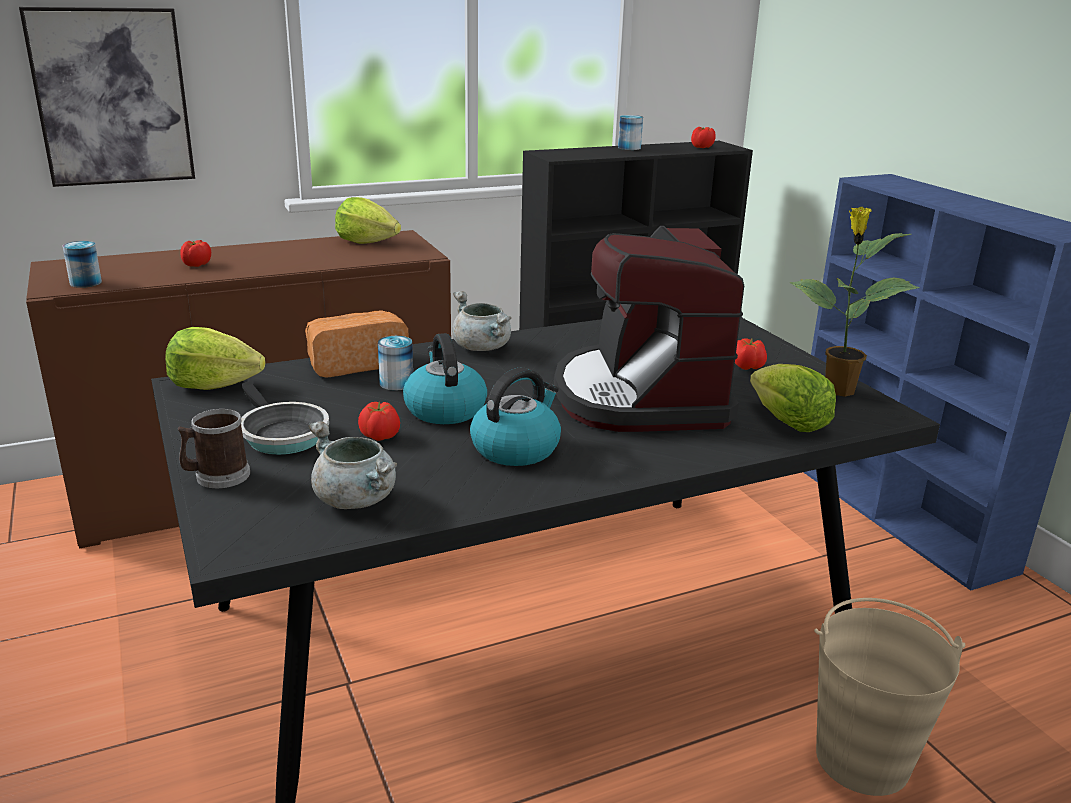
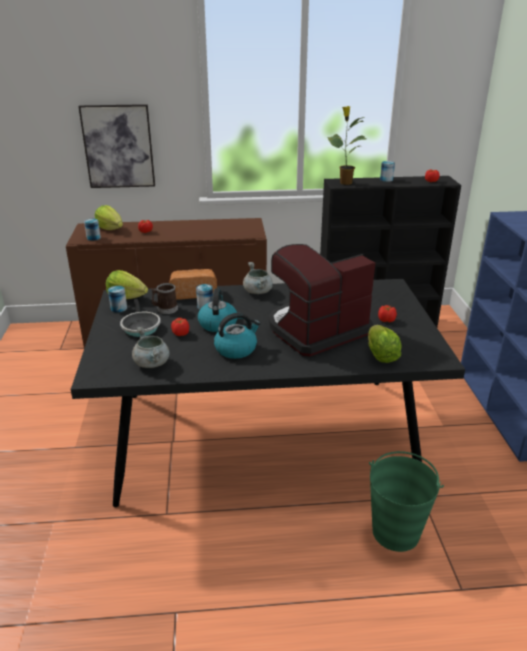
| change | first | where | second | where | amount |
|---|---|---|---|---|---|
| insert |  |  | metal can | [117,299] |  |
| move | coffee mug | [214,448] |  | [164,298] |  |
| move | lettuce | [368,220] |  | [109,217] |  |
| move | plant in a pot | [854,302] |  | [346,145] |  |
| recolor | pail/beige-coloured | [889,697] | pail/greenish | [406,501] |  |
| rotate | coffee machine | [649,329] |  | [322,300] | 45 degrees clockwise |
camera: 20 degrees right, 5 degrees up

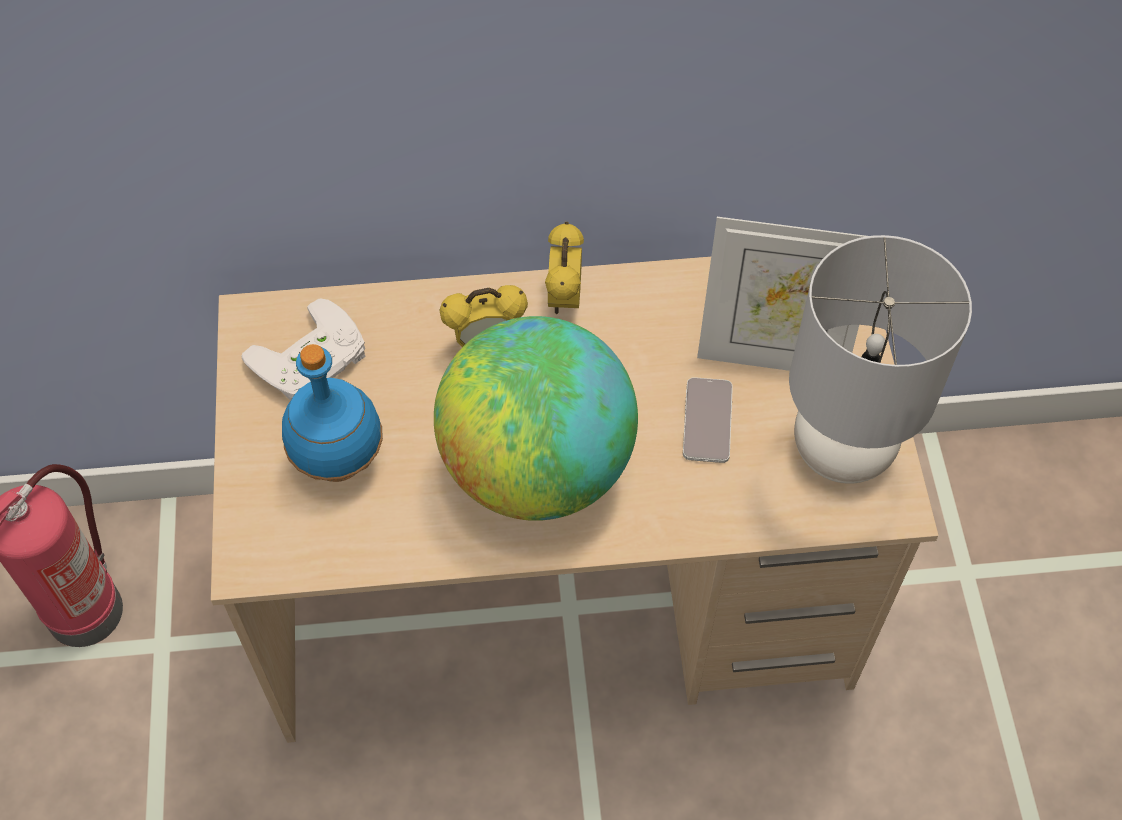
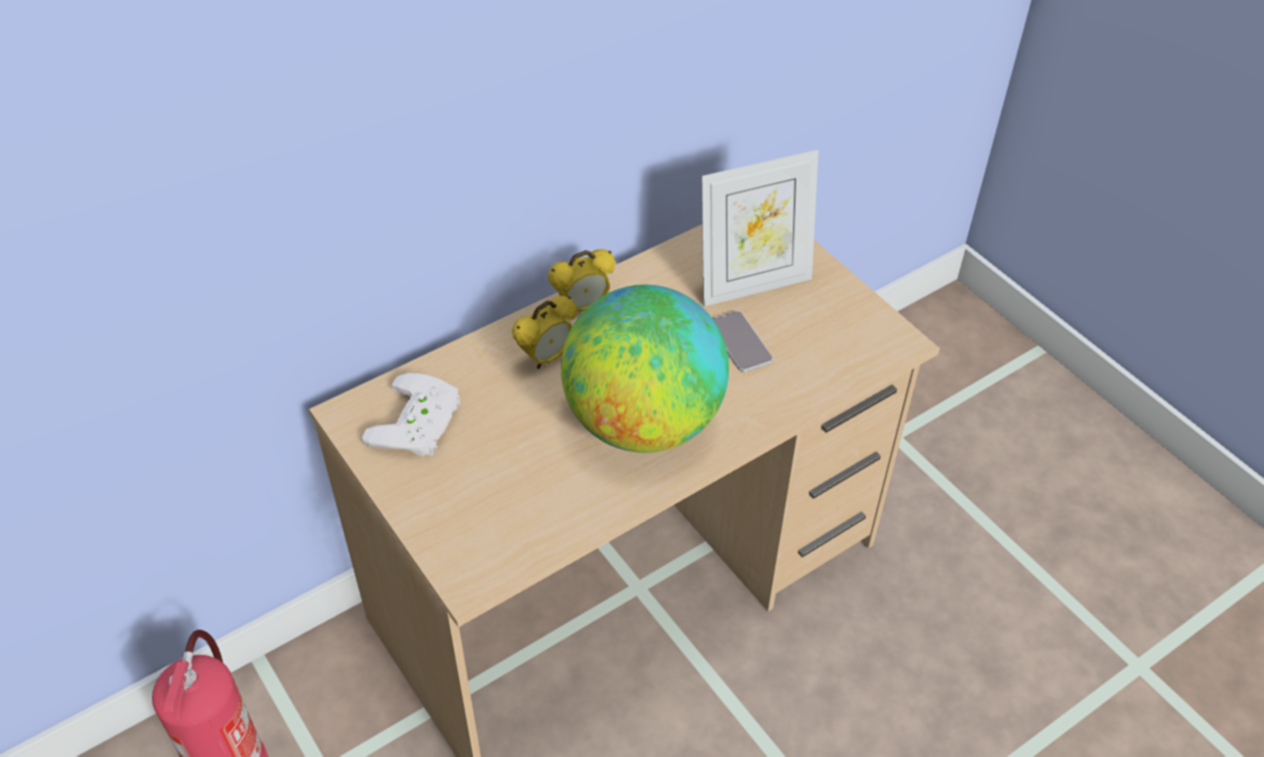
| change | first | where | second | where | amount |
|---|---|---|---|---|---|
| delete | bottle/bluish | [332,413] |  |  |  |
| delete | table lamp/greyish | [880,359] |  |  |  |
| rotate | table clock | [564,268] |  | [581,280] | 90 degrees counterclockwise |
camera: 30 degrees left, 10 degrees down

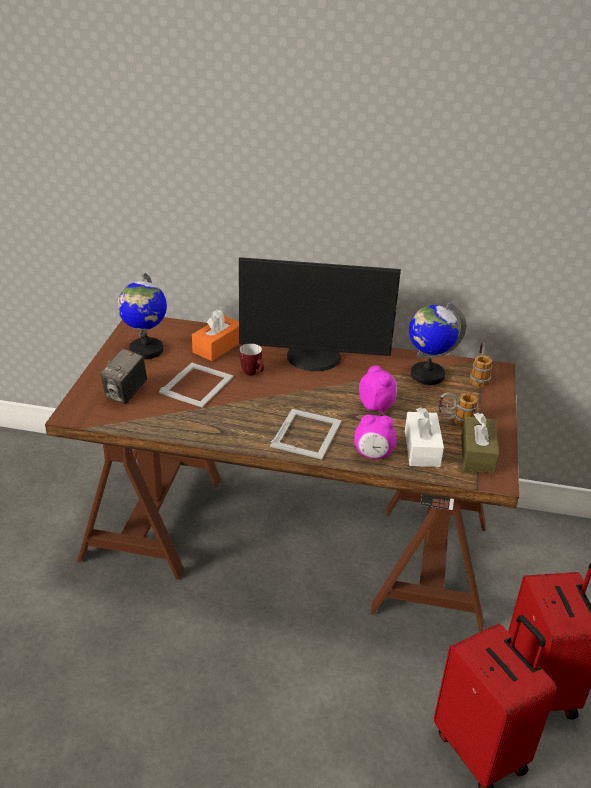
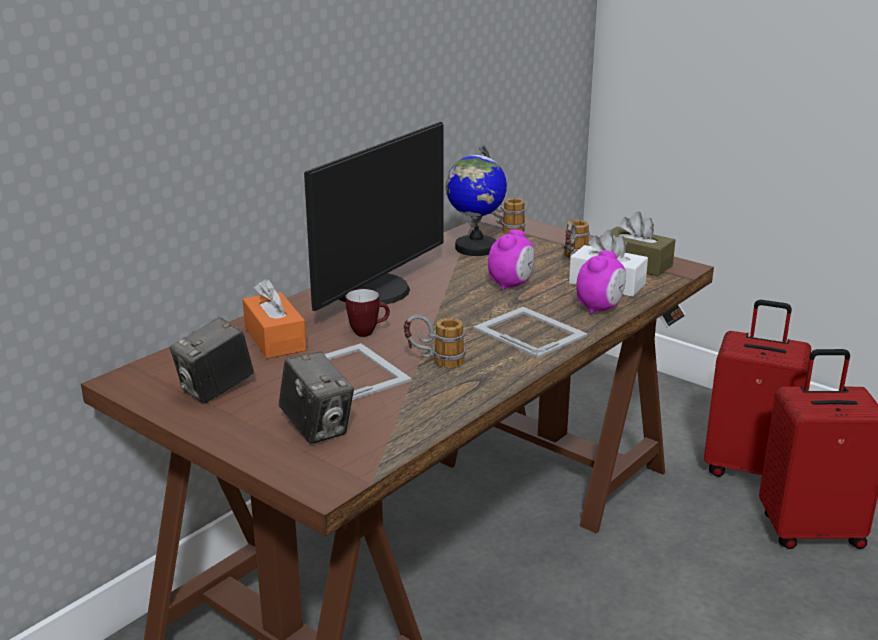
| change | first | where | second | where | amount |
|---|---|---|---|---|---|
| insert |  |  | coffee mug | [434,341] |  |
| replace | globe | [142,316] | still camera | [212,360] |  |
| rotate | table clock | [378,390] |  | [511,259] | 120 degrees clockwise |
camera: 60 degrees left, 10 degrees down

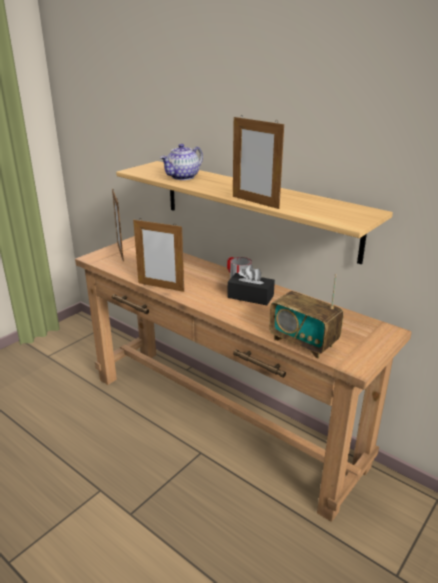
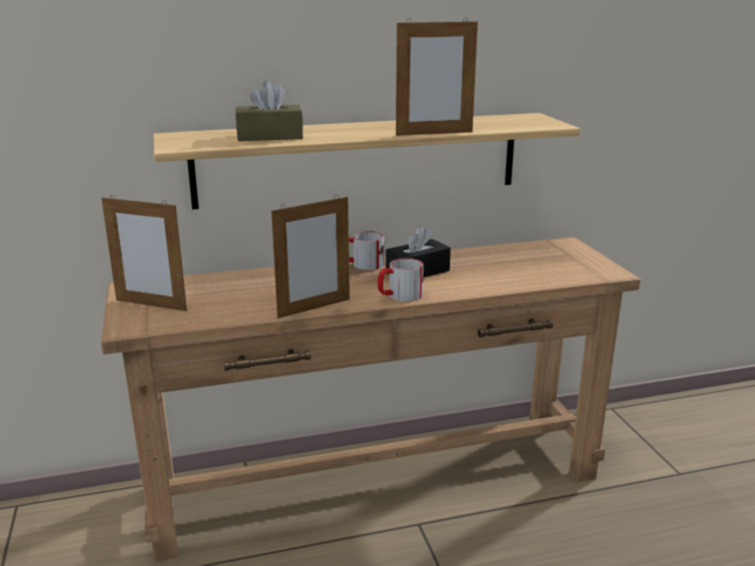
| change | first | where | second | where | amount |
|---|---|---|---|---|---|
| delete | radio set | [306,316] |  |  |  |
| insert |  |  | coffee mug | [401,280] |  |
| replace | tea pot | [181,162] | tissue box/brown | [269,111] |  |
camera: 55 degrees left, 5 degrees down

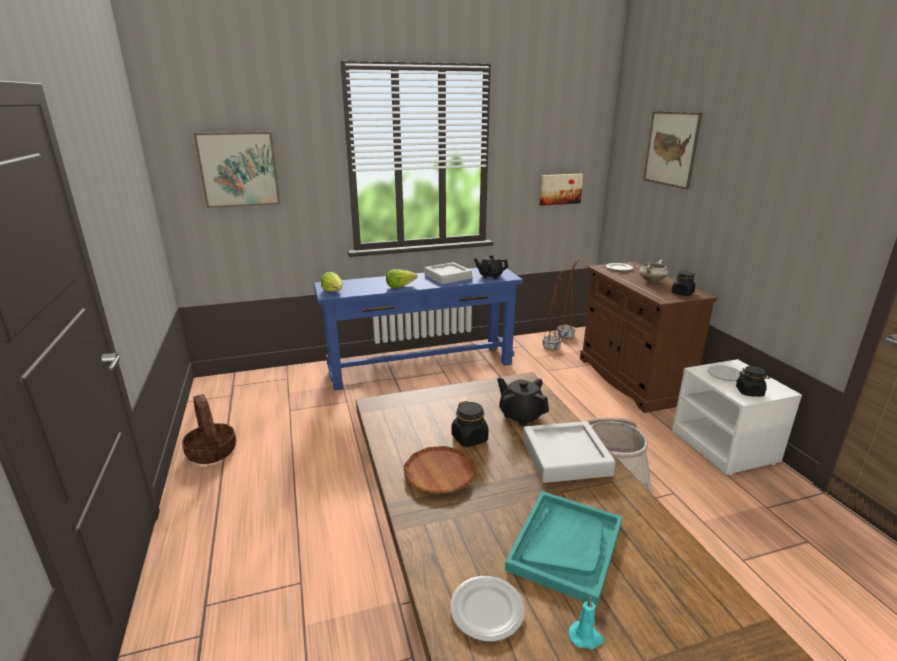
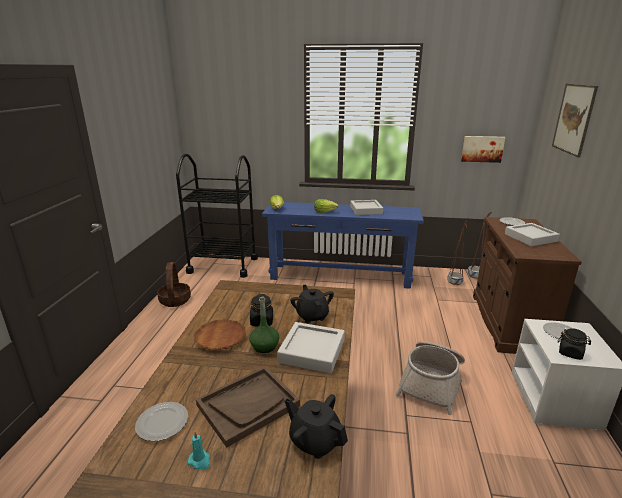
| change | first | where | second | where | amount |
|---|---|---|---|---|---|
| delete | wall art | [237,170] |  |  |  |
| delete | jar/black | [683,283] |  |  |  |
| insert |  |  | trolley/black | [217,216] |  |
| insert |  |  | bottle/greenish | [264,325] |  |
| move | tea pot/black | [491,267] |  | [316,426] |  |
| replace | saucepot/whitish | [653,271] | tray/greyish | [532,234] |  |
| recolor | tray/blue-green | [563,549] | tray/brown | [248,407] |  |
camera: 25 degrees right, 0 degrees up

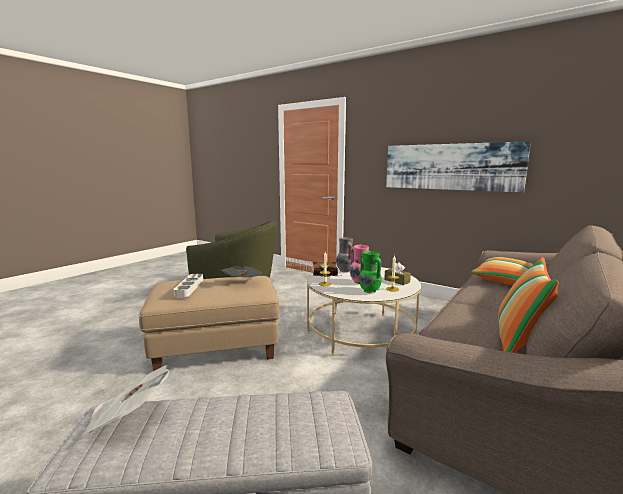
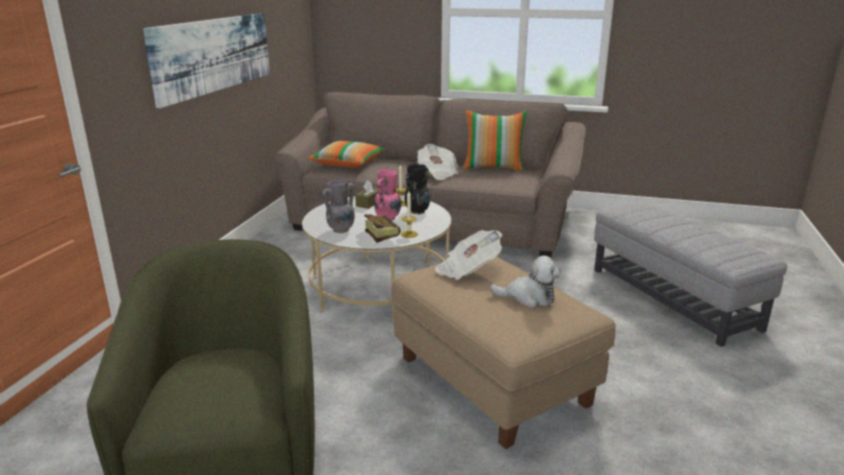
| change | first | where | second | where | amount |
|---|---|---|---|---|---|
| move | daily paper | [126,400] |  | [437,162] |  |
| replace | tray/greyish | [188,285] | plush toy | [525,282] |  |
| recolor | vase/greenish | [370,272] | vase/black | [417,189] |  |
camera: 110 degrees left, 10 degrees up

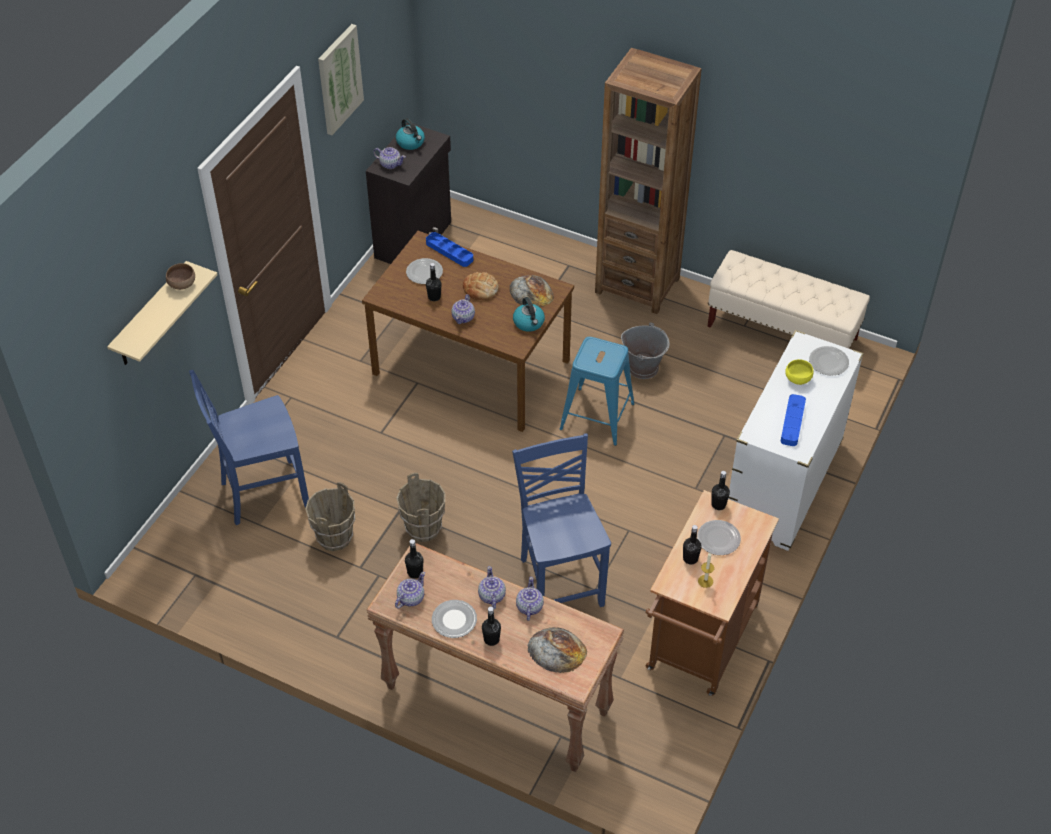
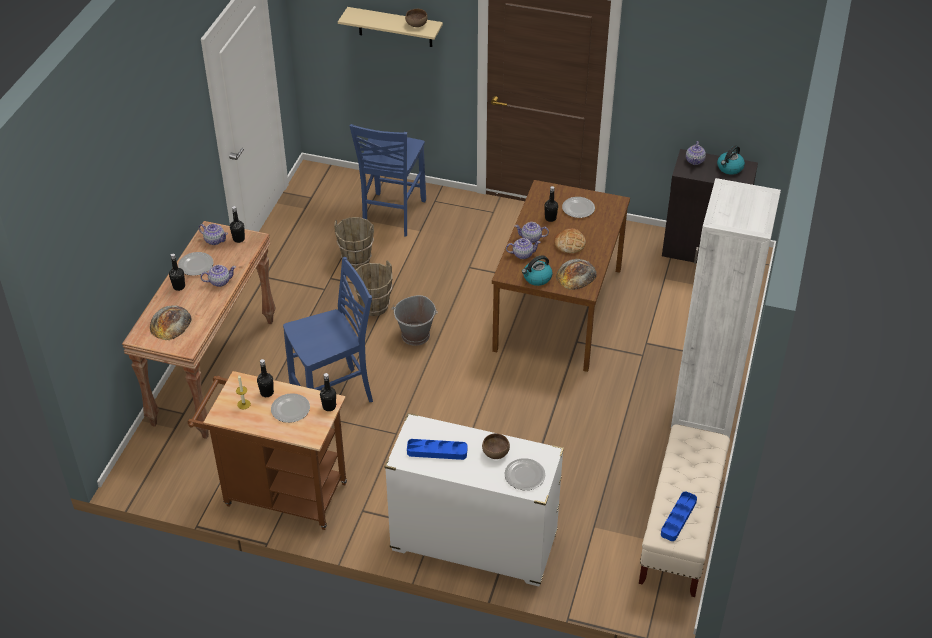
| change | first | where | second | where | amount |
|---|---|---|---|---|---|
| delete | wall art | [341,79] |  |  |  |
| delete | sitting stool/bluish | [597,391] |  |  |  |
| move | tray/bluish | [449,249] |  | [679,516] |  |
| move | tea pot | [530,599] |  | [523,248] |  |
| move | pail/greyish | [645,350] |  | [415,320] |  |
| recolor | shelving unit/brown | [648,181] | shelving unit/whitish | [726,308] |  |
| recolor | deep dish/yellow | [799,372] | deep dish/brown | [496,446] |  |
| rotate | plain chair/bluish | [249,447] |  | [388,180] | 135 degrees counterclockwise |
camera: 80 degrees right, 5 degrees down

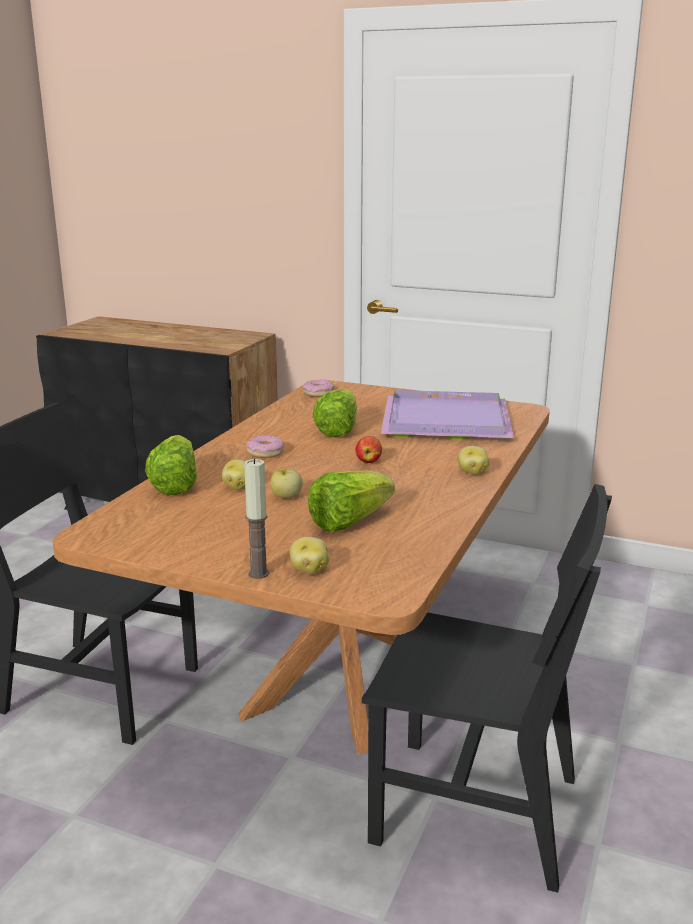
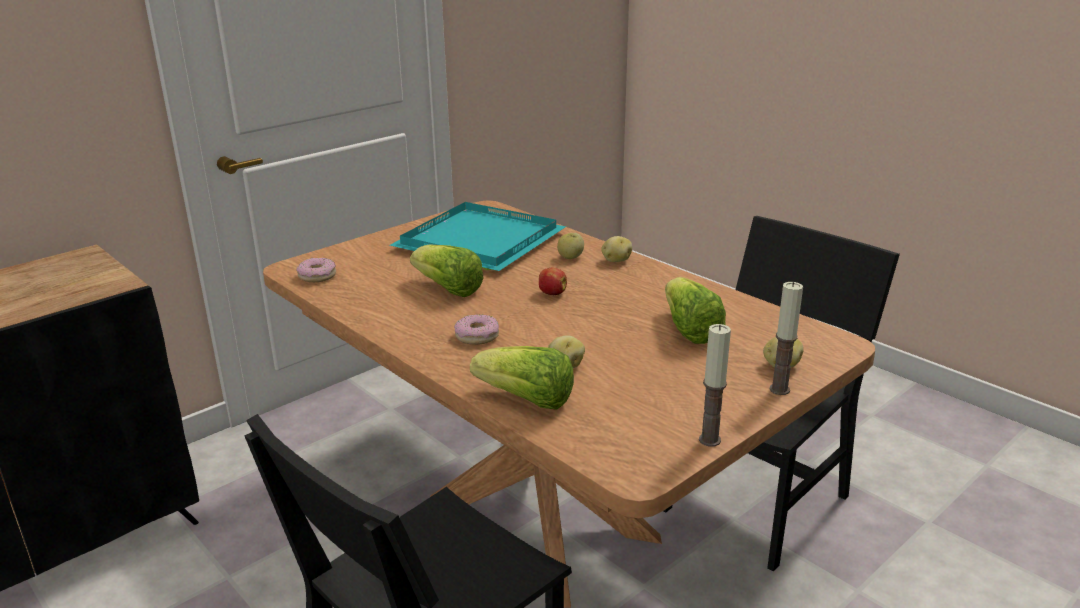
| change | first | where | second | where | amount |
|---|---|---|---|---|---|
| insert |  |  | wax candle | [715,385] |  |
| move | apple fruit | [287,483] |  | [570,246] |  |
| recolor | tray/purple | [447,415] | tray/blue-green | [478,236] |  |
camera: 65 degrees left, 5 degrees up

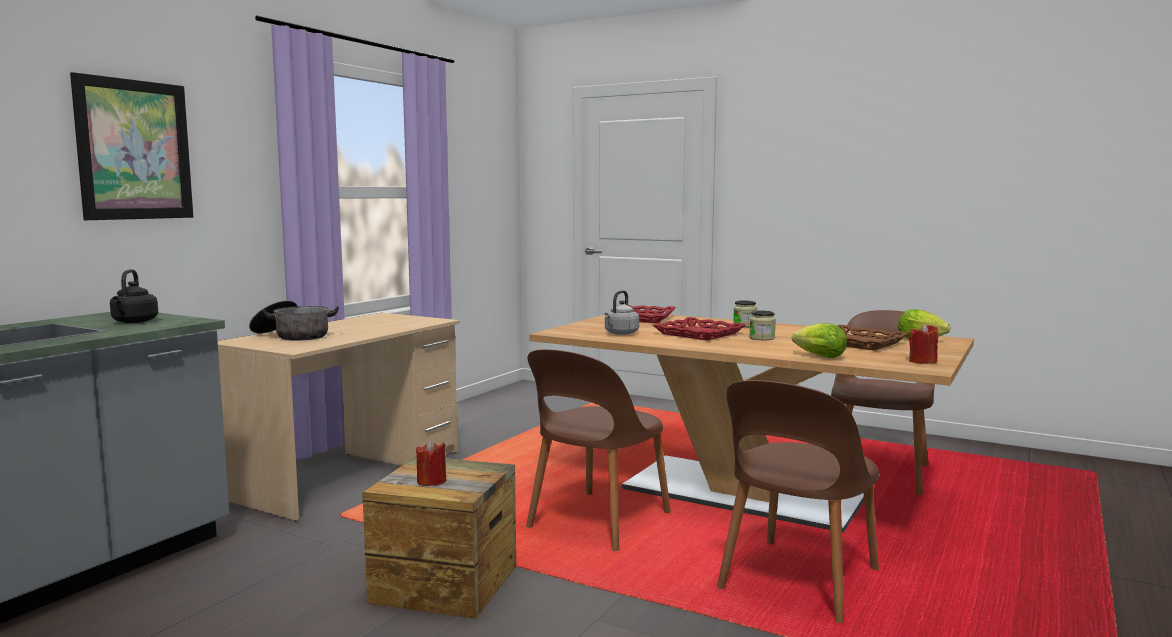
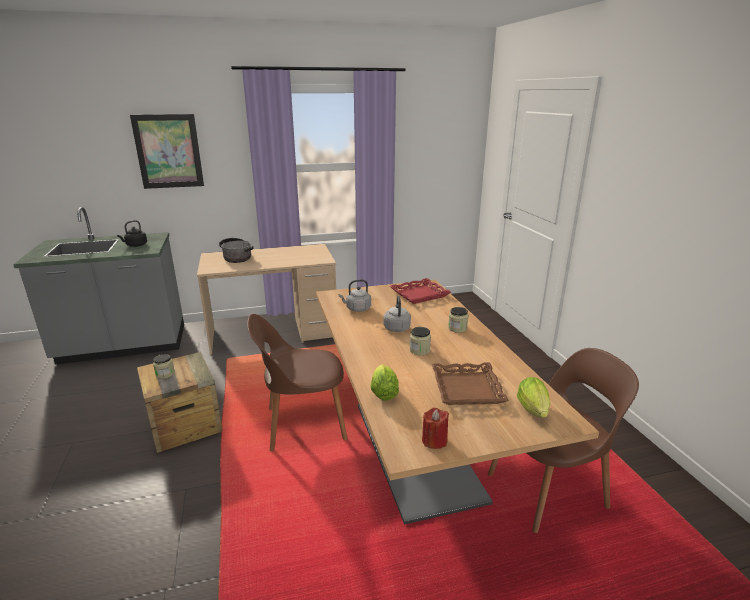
| change | first | where | second | where | amount |
|---|---|---|---|---|---|
| delete | plain chair/brown | [798,501] |  |  |  |
| replace | wax candle/reddish | [431,463] | jar | [164,366] |  |
| replace | tray/reddish | [699,328] | water kettle/greyish | [397,314] |  |
camera: 45 degrees right, 15 degrees up

